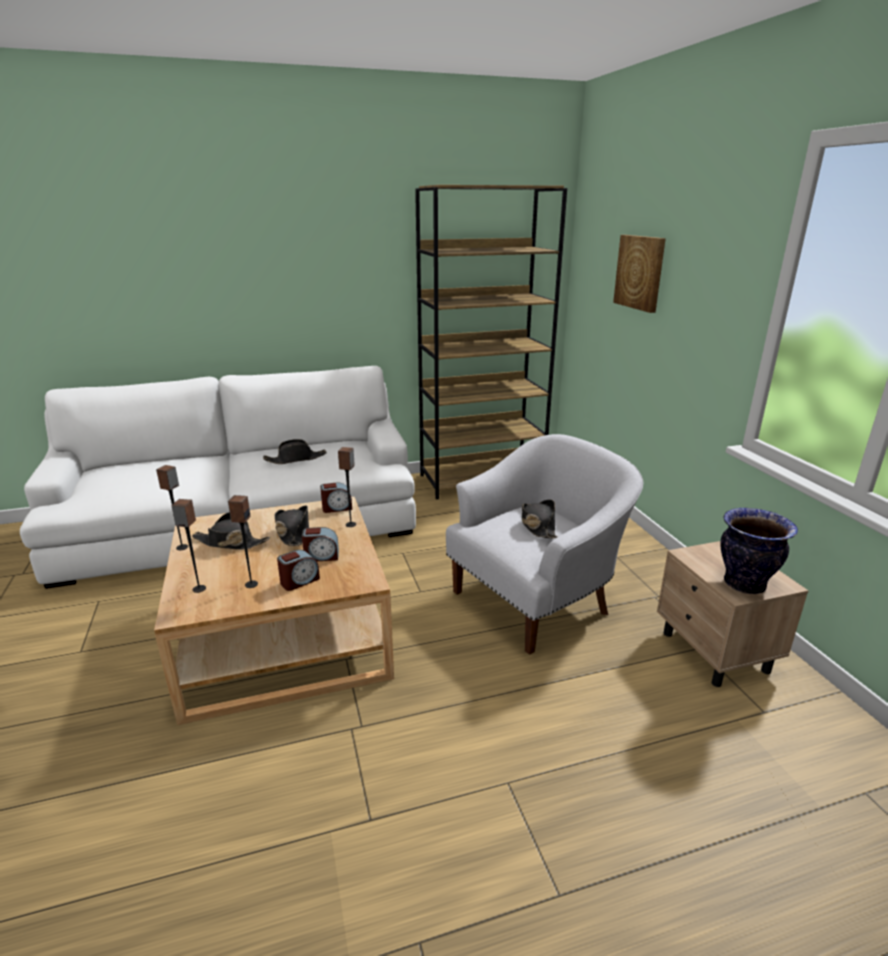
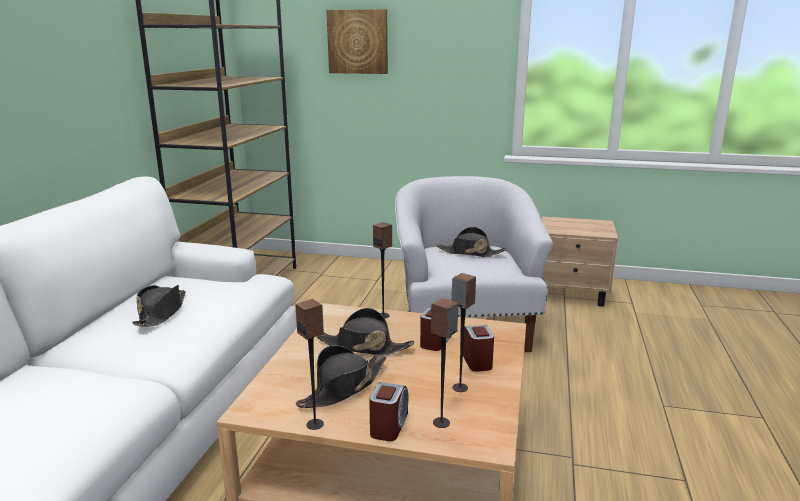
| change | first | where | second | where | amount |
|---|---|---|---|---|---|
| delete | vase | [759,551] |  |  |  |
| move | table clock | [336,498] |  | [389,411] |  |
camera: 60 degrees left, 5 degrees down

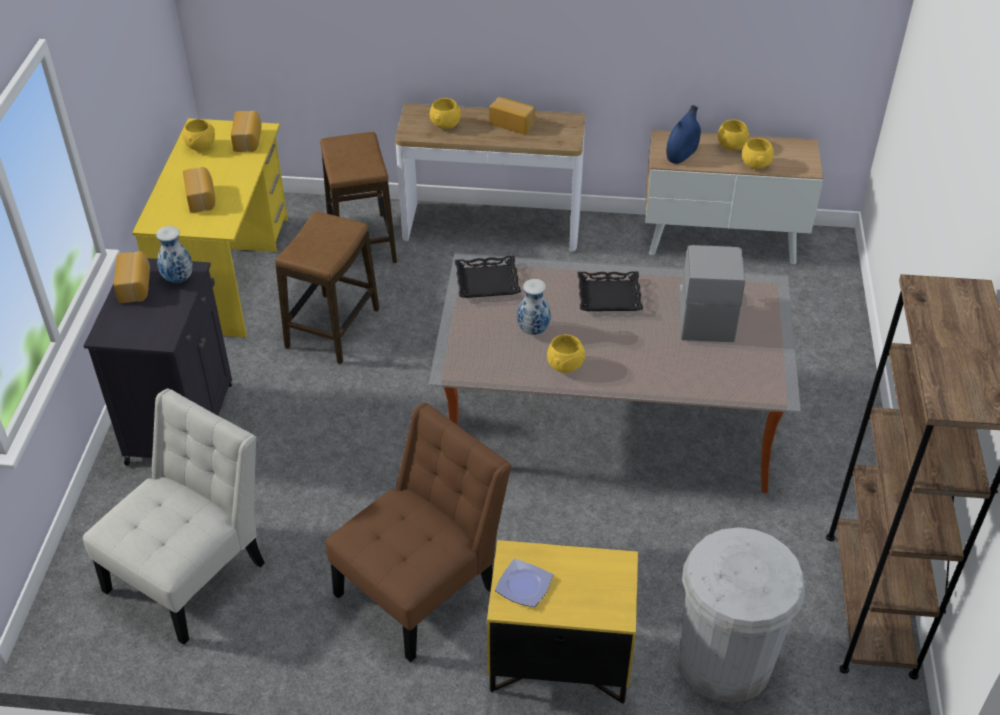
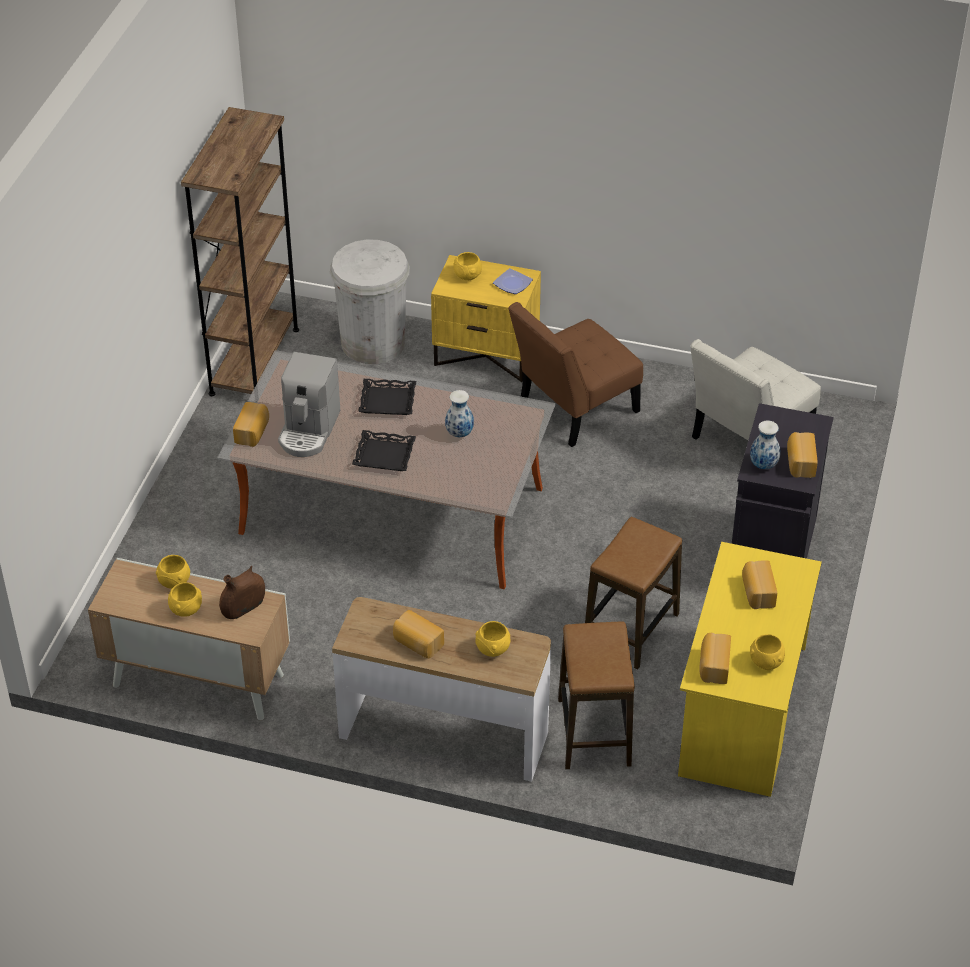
| change | first | where | second | where | amount |
|---|---|---|---|---|---|
| insert |  |  | baked bread | [251,424] |  |
| move | tray/black | [488,277] |  | [387,397] |  |
| move | deep dish/yellow | [566,353] |  | [467,266] |  |
| recolor | vase/bluish | [683,134] | vase/brown | [242,592] |  |
camera: 170 degrees left, 0 degrees up

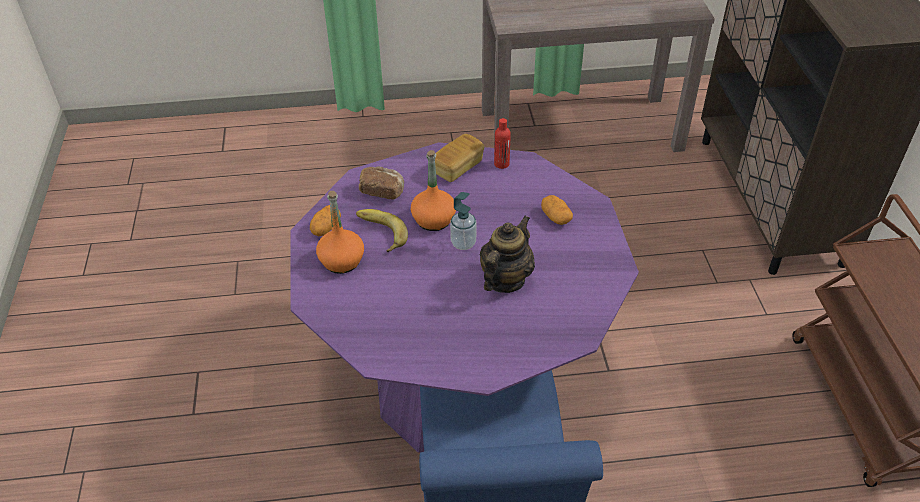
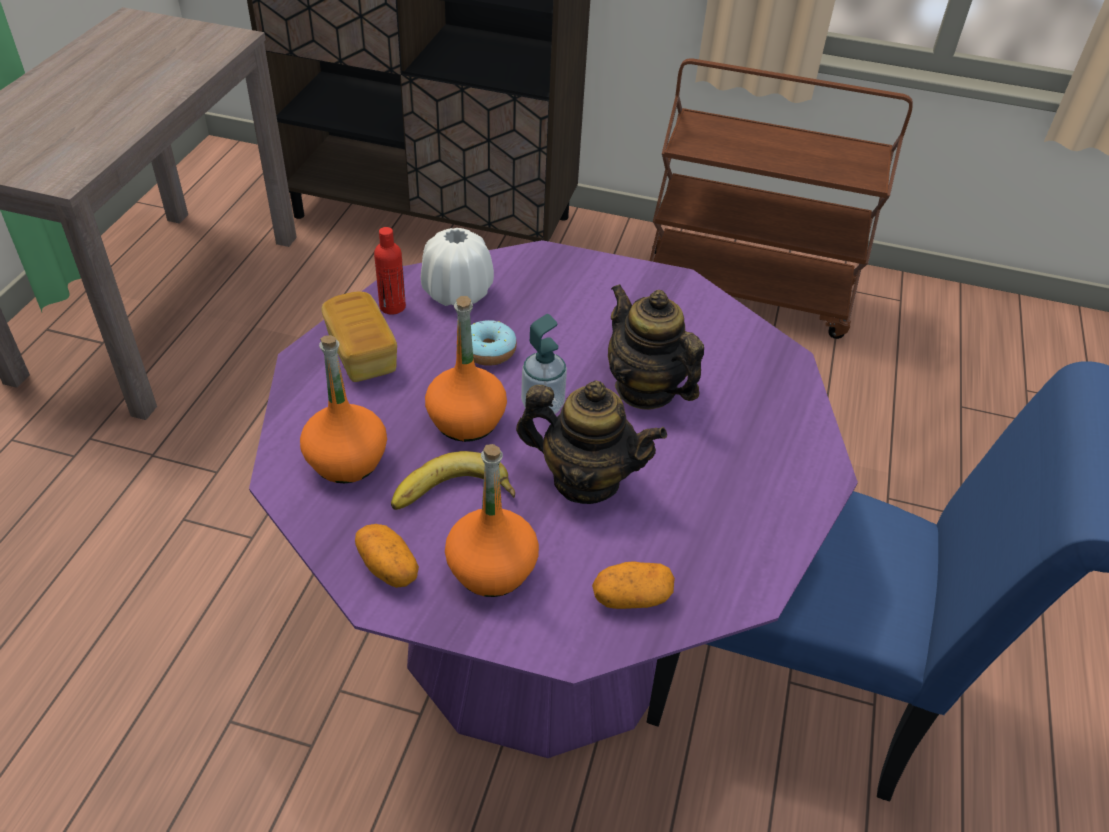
| change | first | where | second | where | amount |
|---|---|---|---|---|---|
| insert |  |  | vase/whitish | [457,267] |  |
| insert |  |  | ring doughnut | [494,343] |  |
| insert |  |  | tea pot | [591,442] |  |
| move | potato | [557,210] |  | [633,585] |  |
| replace | baked bread | [381,183] | bottle/orange-coloured | [343,409] |  |
camera: 70 degrees left, 0 degrees up

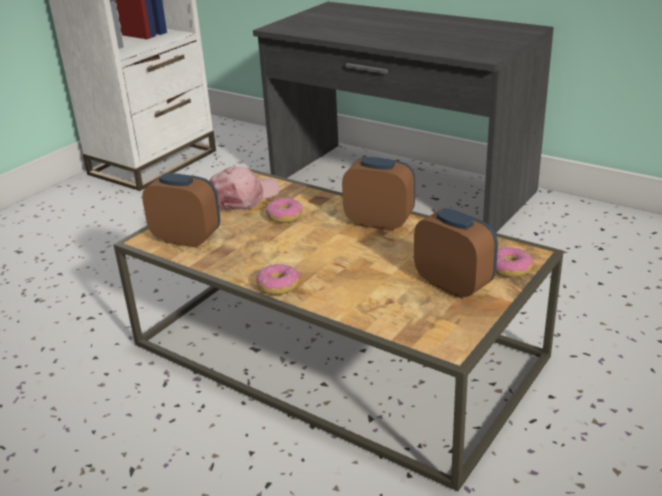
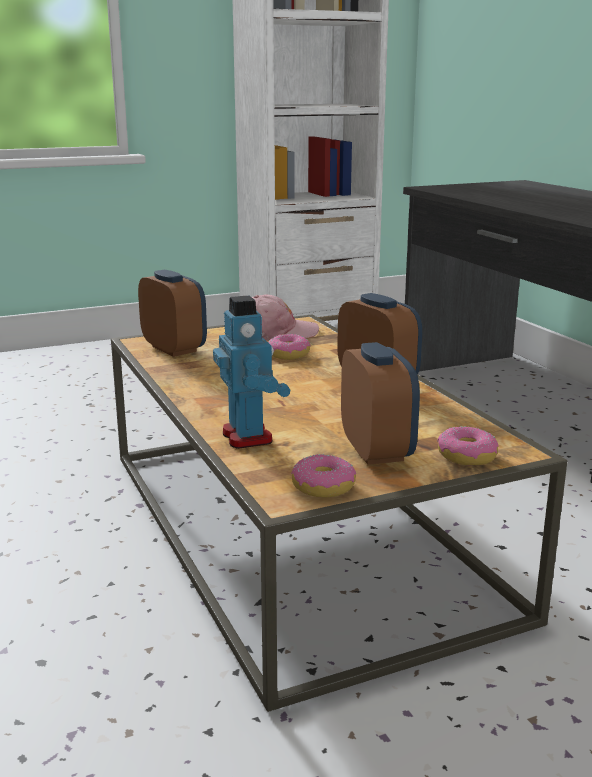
| change | first | where | second | where | amount |
|---|---|---|---|---|---|
| insert |  |  | model robot | [251,372] |  |
| move | ring doughnut | [278,279] |  | [323,475] |  |
camera: 30 degrees right, 10 degrees down

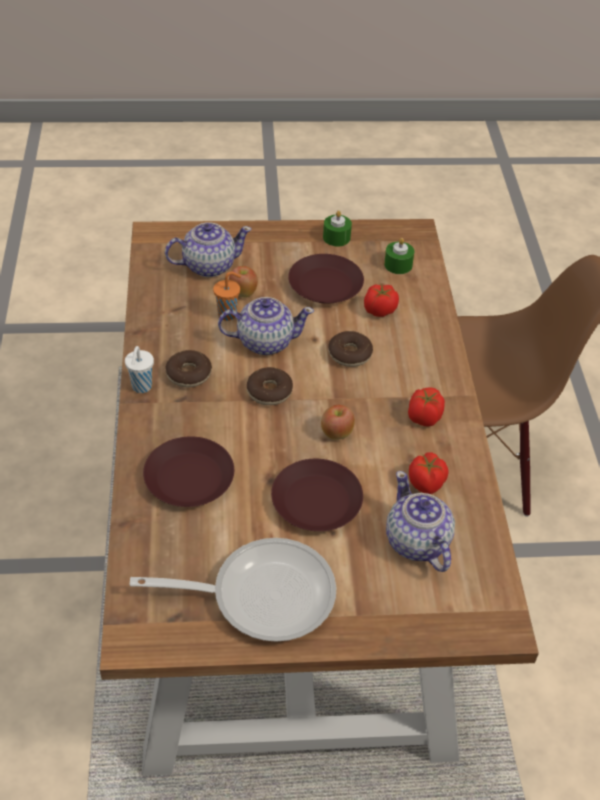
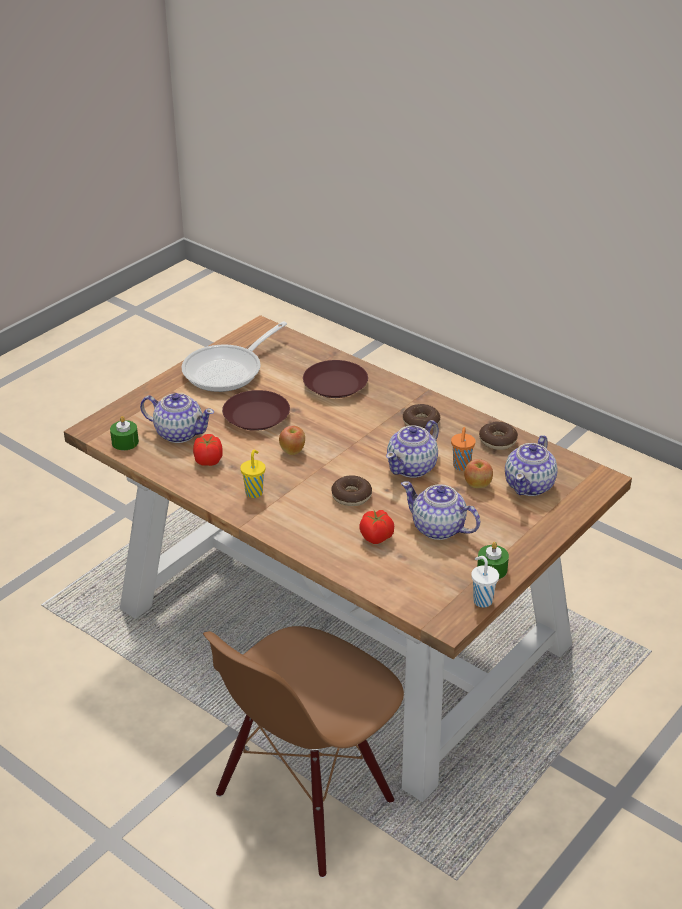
| change | first | where | second | where | amount |
|---|---|---|---|---|---|
| move | cup/whitish | [139,369] |  | [485,582] |  |
| move | ring doughnut | [270,386] |  | [498,435] |  |
| move | wax candle/greenish | [399,256] |  | [124,433] |  |
| replace | plate/brown | [326,279] | tea pot | [441,510] |  |
| replace | tomato | [426,407] | cup/yellow | [252,473] |  |
camera: 135 degrees right, 10 degrees down

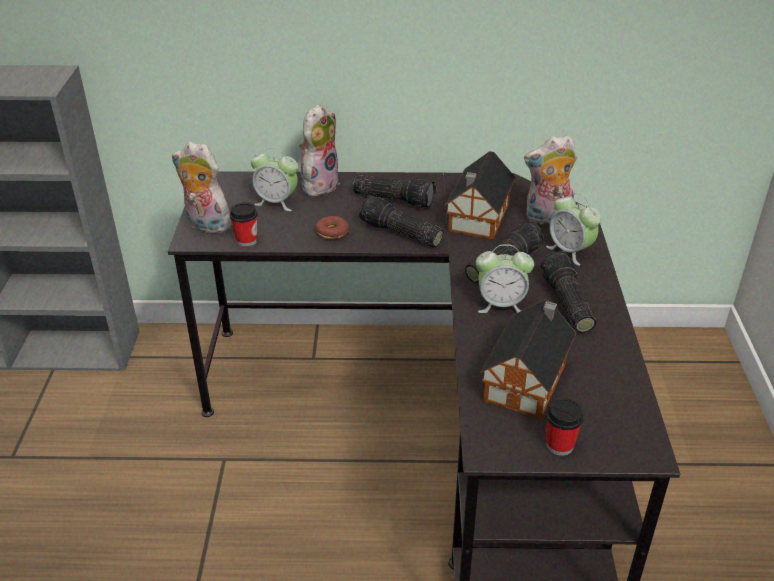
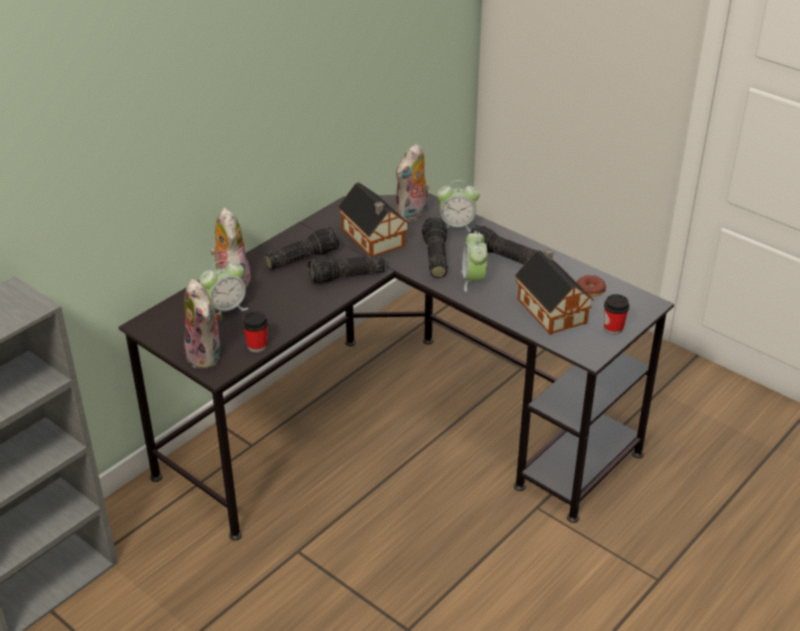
| change | first | where | second | where | amount |
|---|---|---|---|---|---|
| move | ring doughnut | [332,227] |  | [591,286] |  |
| rotate | plush toy | [202,187] |  | [203,324] | 90 degrees counterclockwise |
| rotate | table clock | [505,278] |  | [474,261] | 135 degrees clockwise |
camera: 50 degrees left, 0 degrees up

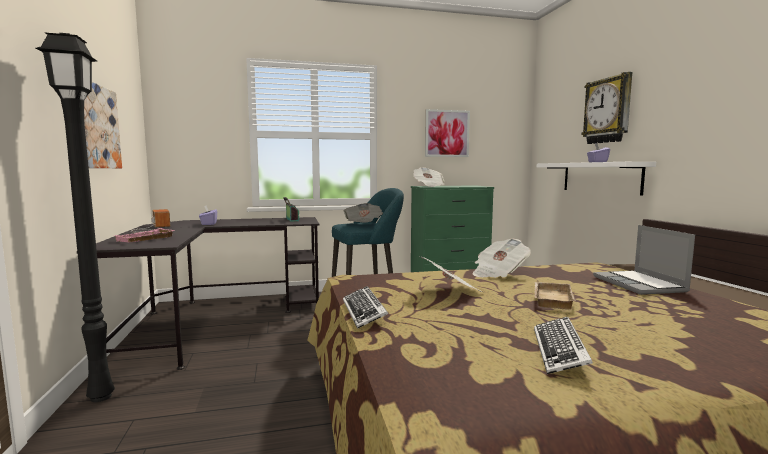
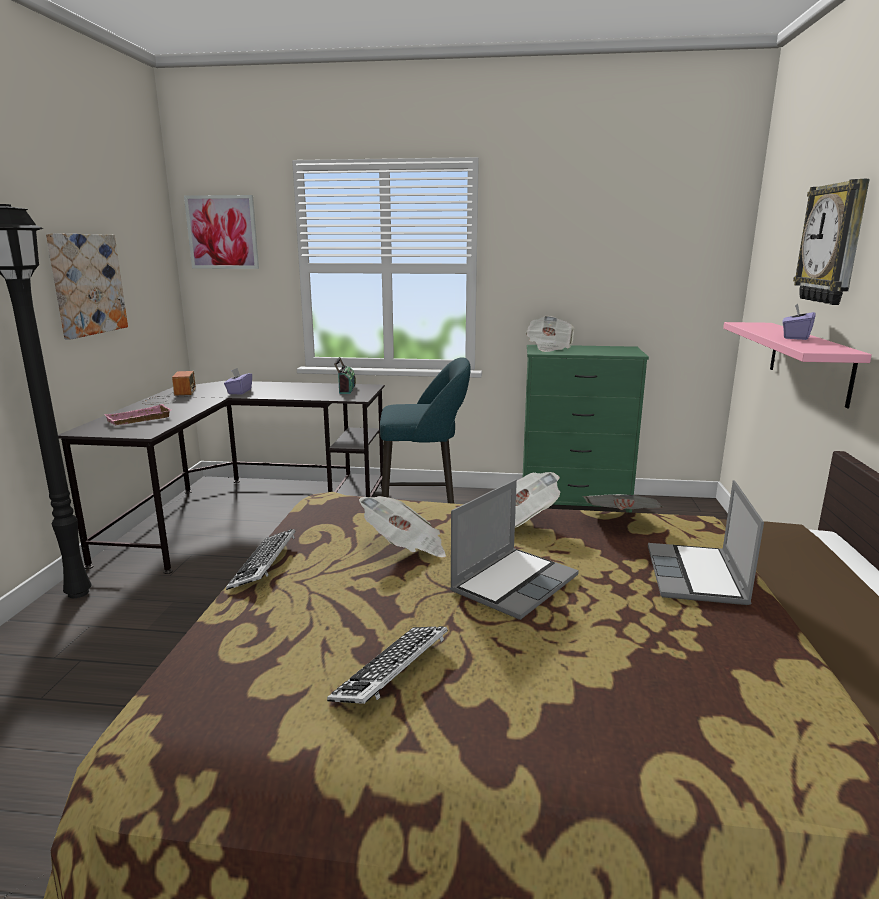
| change | first | where | second | where | amount |
|---|---|---|---|---|---|
| move | daily paper | [363,213] |  | [623,502] |  |
| move | wall art | [447,133] |  | [221,232] |  |
| replace | tray/beige-coloured | [555,296] | laptop | [514,549] |  |
| recolor | shelf/whitish | [596,179] | shelf/pinkish | [797,365] |  |
camera: 20 degrees right, 10 degrees up

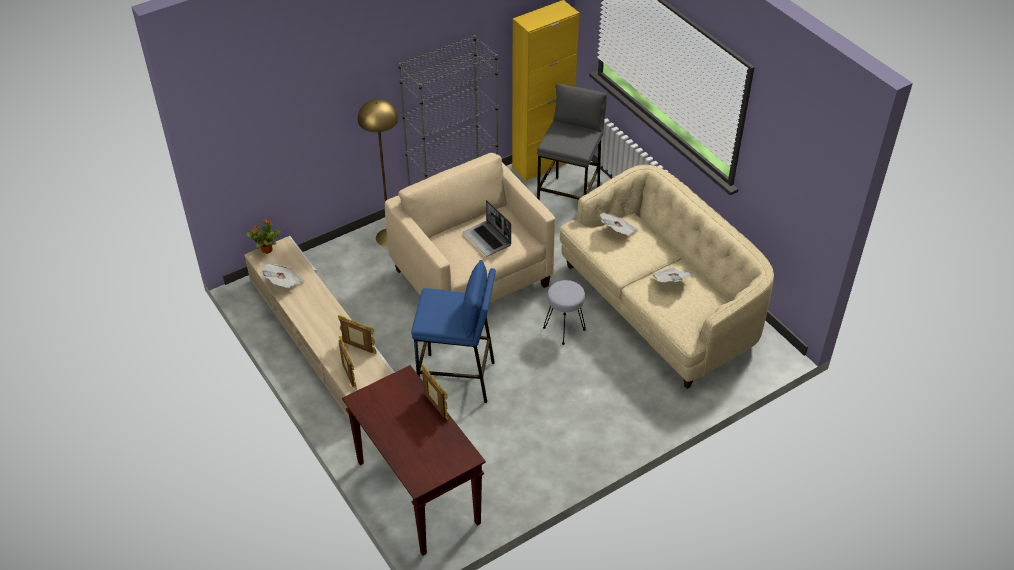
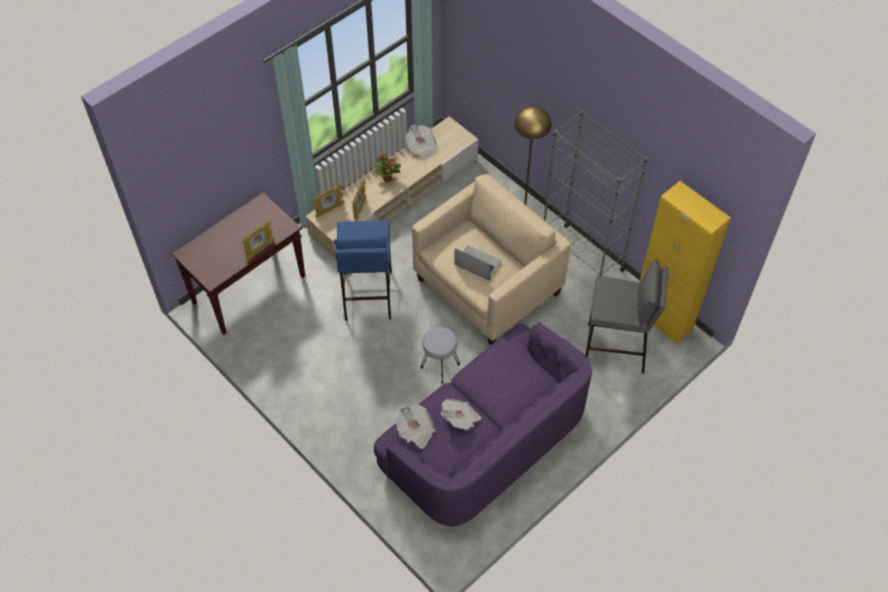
| change | first | where | second | where | amount |
|---|---|---|---|---|---|
| move | plant in a pot | [263,236] |  | [387,168] |  |
| move | daily paper | [619,224] |  | [415,427] |  |
| recolor | settee/beige-coloured | [667,277] | settee/purple | [483,424] |  |
| rotate | laptop | [487,228] |  | [478,262] | 75 degrees clockwise |
camera: 80 degrees right, 10 degrees up

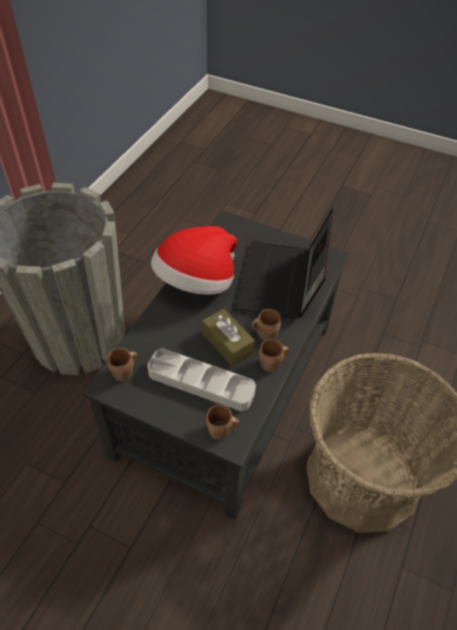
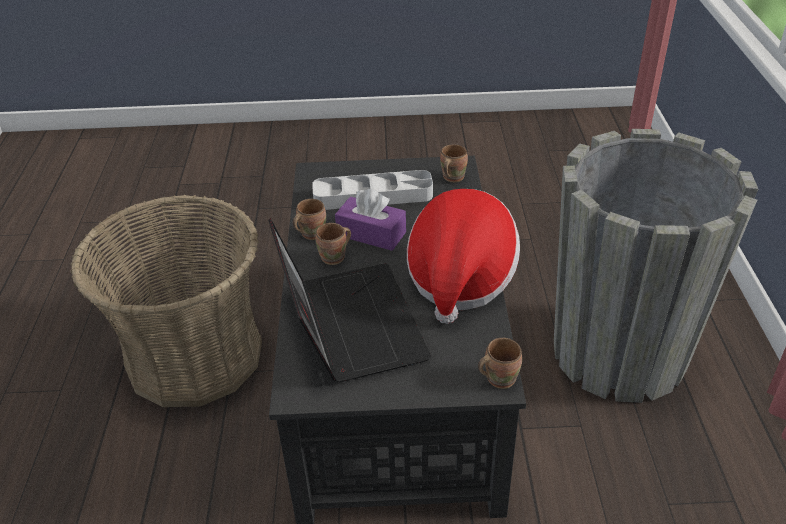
| change | first | where | second | where | amount |
|---|---|---|---|---|---|
| move | coffee mug/brown | [223,422] |  | [500,363] |  |
| recolor | tissue box/brown | [228,338] | tissue box/purple | [370,220] |  |
camera: 155 degrees right, 10 degrees down

